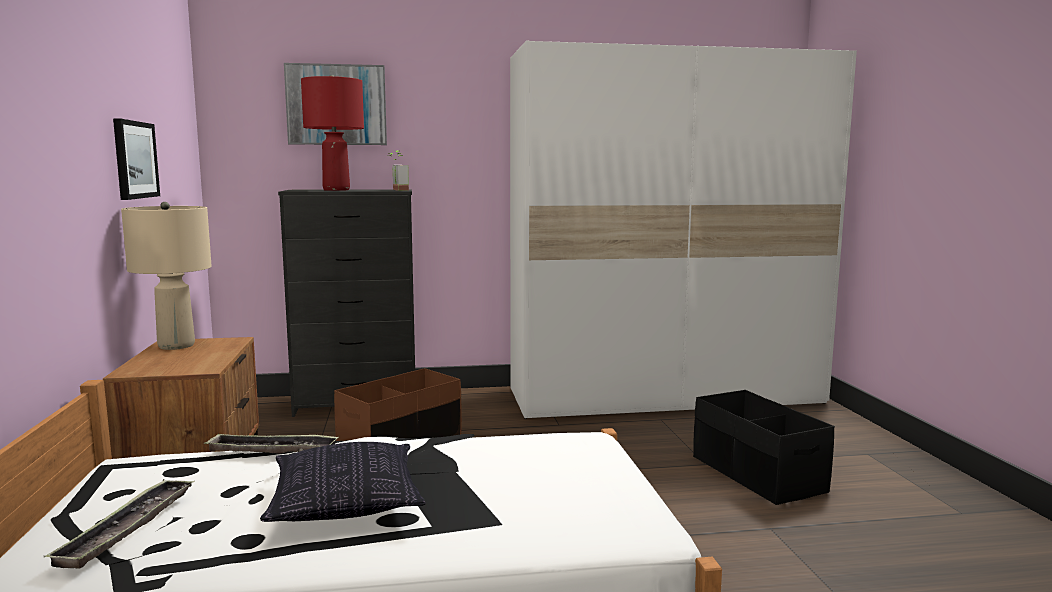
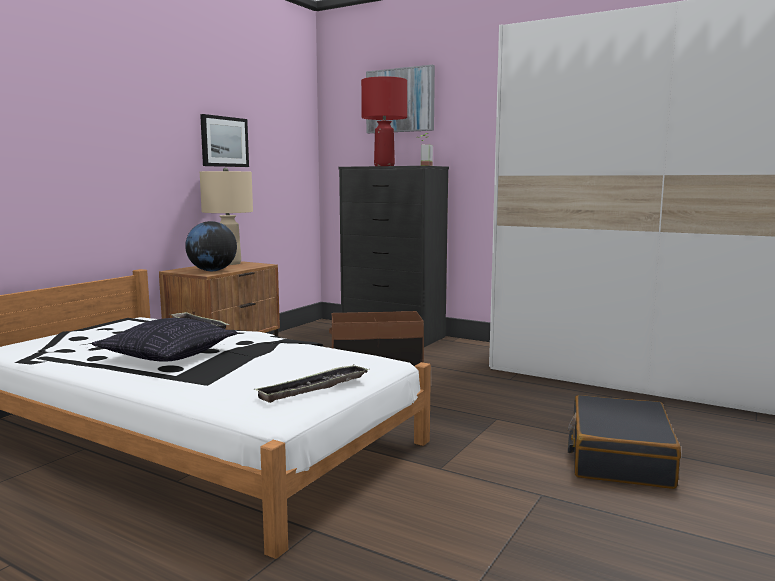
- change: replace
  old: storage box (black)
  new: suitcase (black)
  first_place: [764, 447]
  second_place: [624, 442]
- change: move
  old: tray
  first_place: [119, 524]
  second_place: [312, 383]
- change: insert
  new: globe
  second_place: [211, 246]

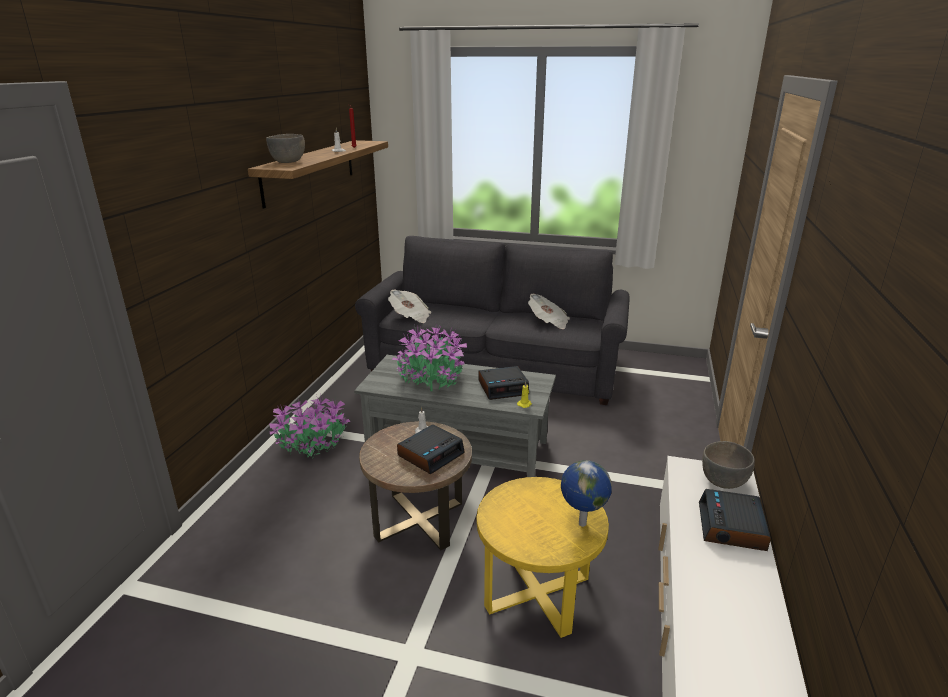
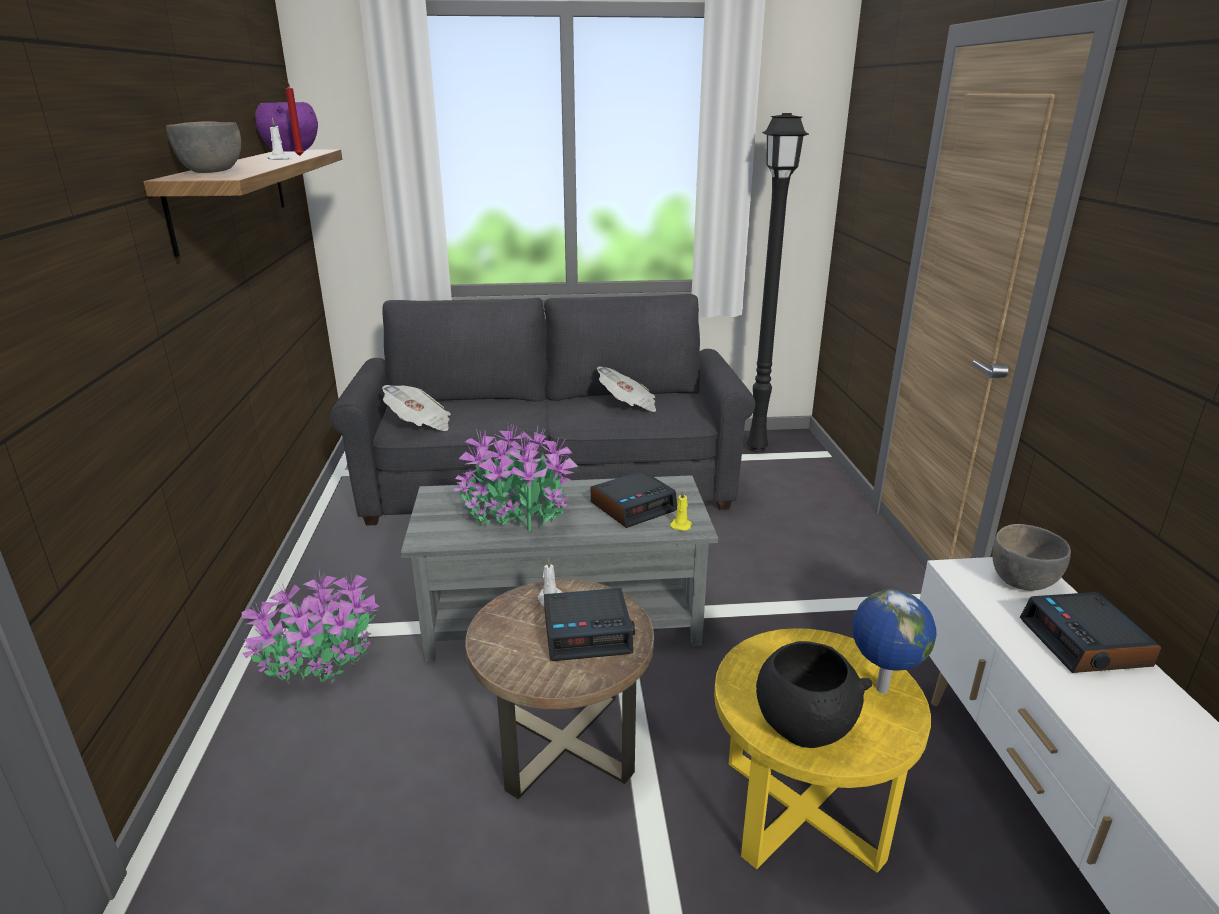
- change: rotate
  old: alarm clock
  first_place: [431, 449]
  second_place: [589, 624]
  degrees: 60
- change: insert
  new: bowl (purple)
  second_place: [286, 127]
- change: insert
  new: floor lamp (black)
  second_place: [778, 282]
- change: insert
  new: bowl (black)
  second_place: [814, 694]

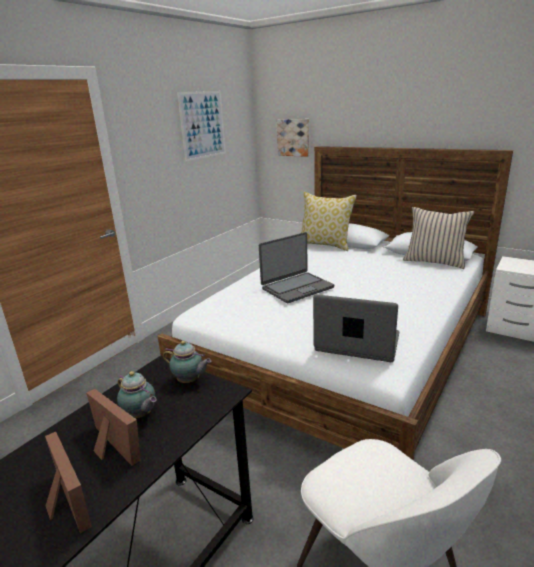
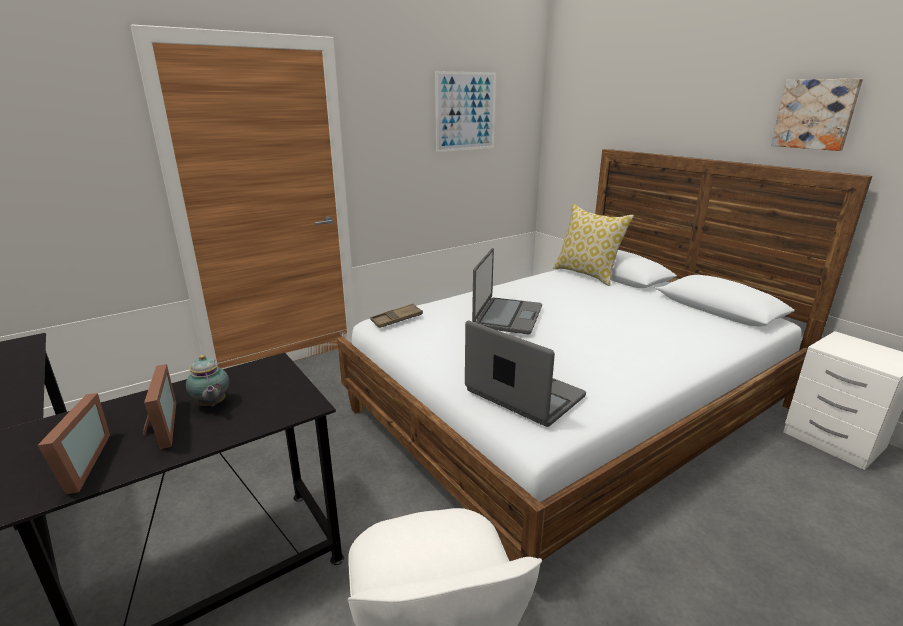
- change: move
  old: picture
  first_place: [293, 138]
  second_place: [817, 115]
- change: delete
  old: pillow (beige)
  first_place: [438, 238]
- change: rotate
  old: laptop
  first_place: [296, 267]
  second_place: [507, 291]
  degrees: -60
- change: delete
  old: teapot
  first_place: [187, 362]
- change: insert
  new: tray (brown)
  second_place: [396, 316]

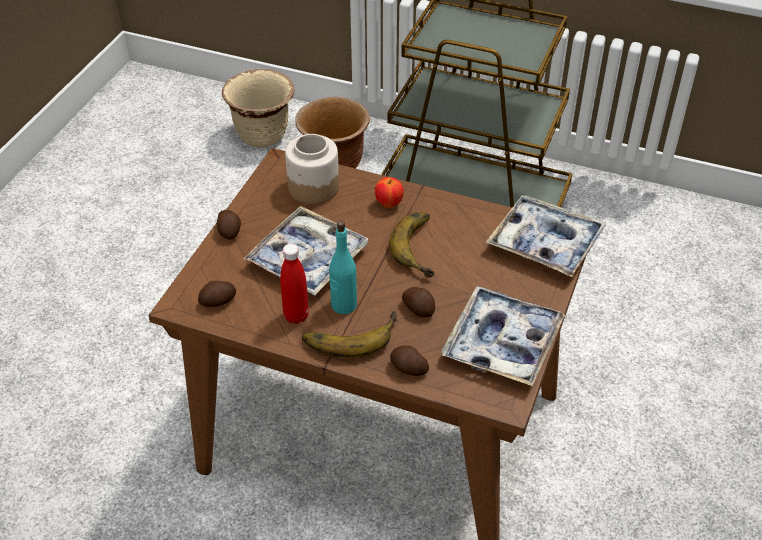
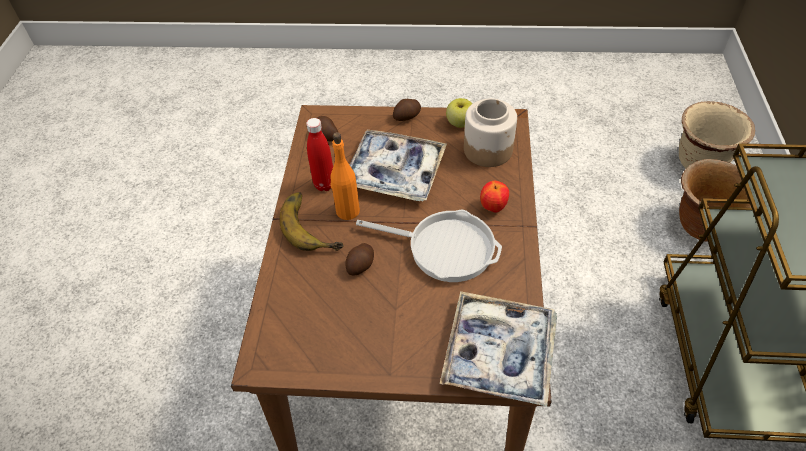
- change: replace
  old: banana
  new: frying pan
  first_place: [411, 244]
  second_place: [429, 246]
- change: recolor
  old: bottle (turquoise)
  new: bottle (orange)
  first_place: [343, 267]
  second_place: [345, 176]
- change: delete
  old: tray
  first_place: [503, 336]
- change: delete
  old: potato
  first_place: [409, 360]
- change: insert
  new: apple
  second_place: [459, 113]

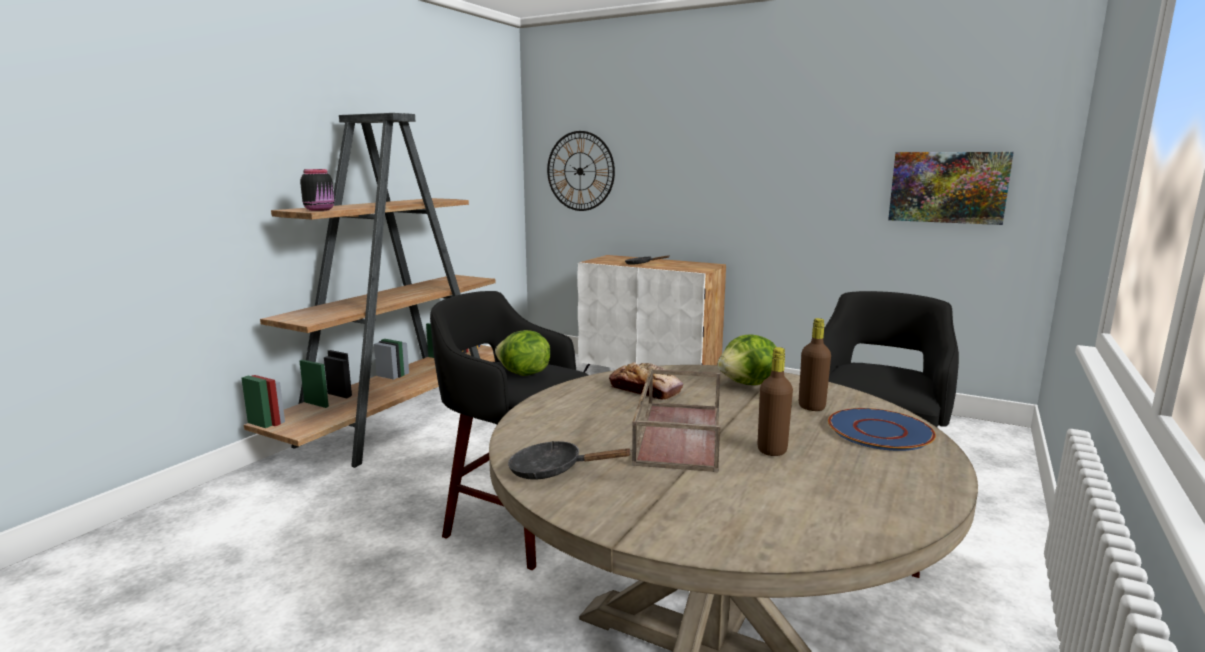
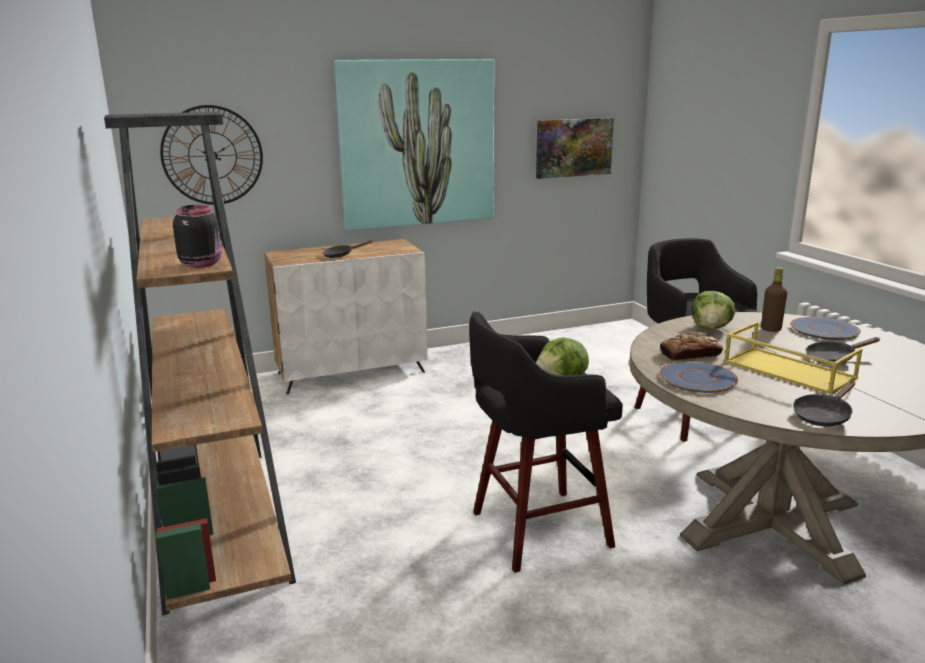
- change: replace
  old: bottle (brown)
  new: frying pan (black)
  first_place: [775, 401]
  second_place: [842, 350]
- change: recolor
  old: tray (brown)
  new: tray (yellow)
  first_place: [676, 420]
  second_place: [793, 358]
- change: insert
  new: picture
  second_place: [414, 145]
- change: insert
  new: plate (blue)
  second_place: [698, 377]

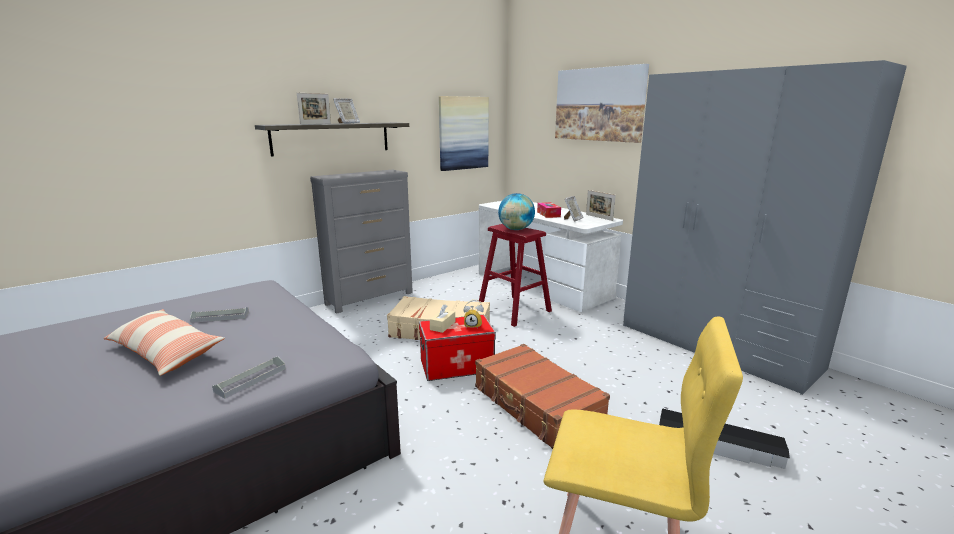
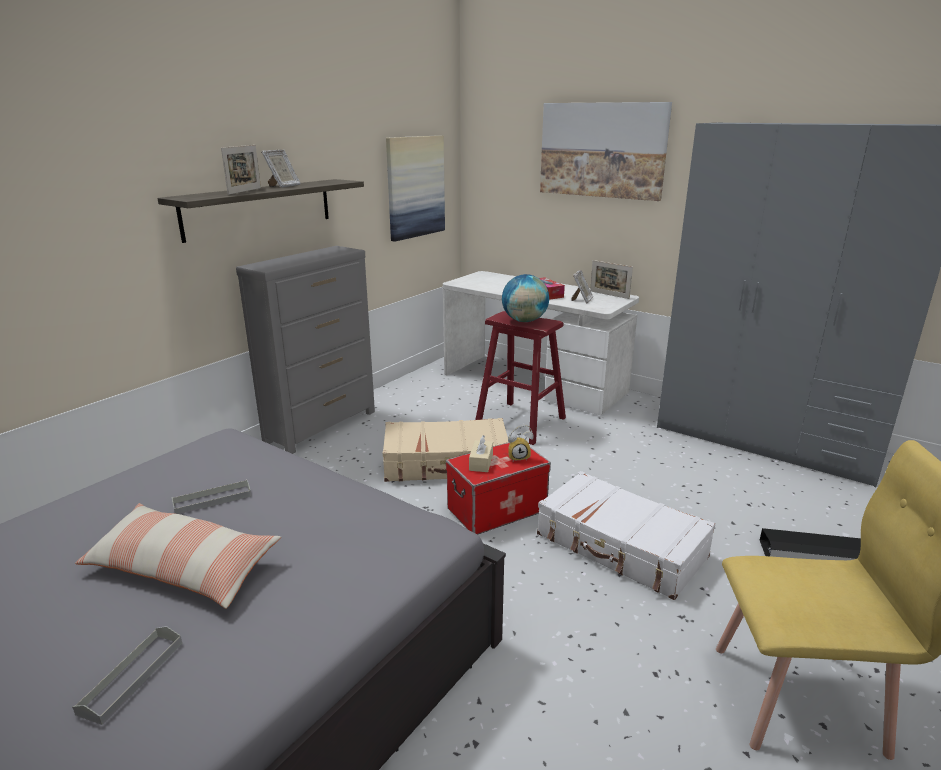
- change: recolor
  old: suitcase (brown)
  new: suitcase (white)
  first_place: [542, 396]
  second_place: [626, 535]
- change: move
  old: tray (grey)
  first_place: [249, 378]
  second_place: [127, 675]

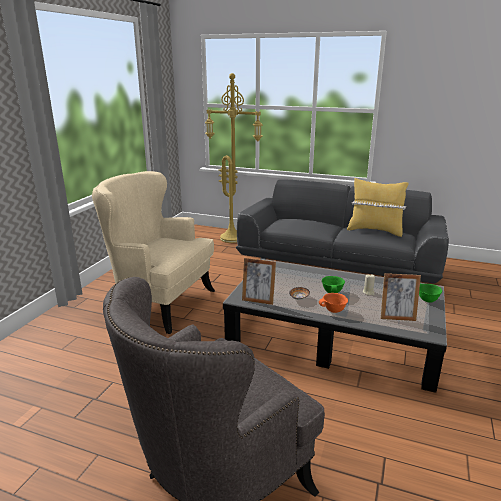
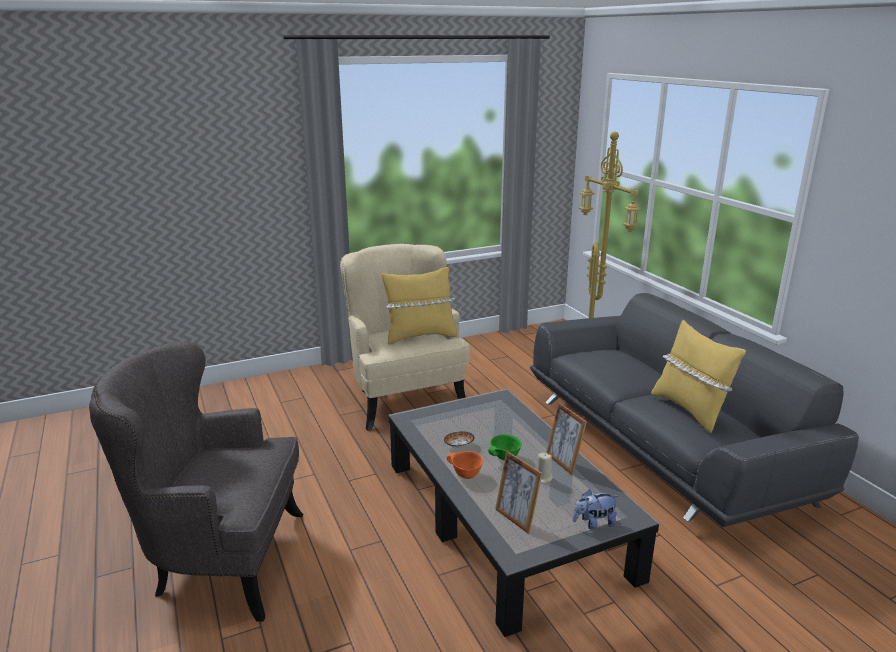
- change: move
  old: picture frame
  first_place: [259, 281]
  second_place: [566, 438]
- change: replace
  old: bowl (green)
  new: plush toy
  first_place: [430, 293]
  second_place: [595, 509]
- change: insert
  new: pillow (yellow)
  second_place: [419, 306]

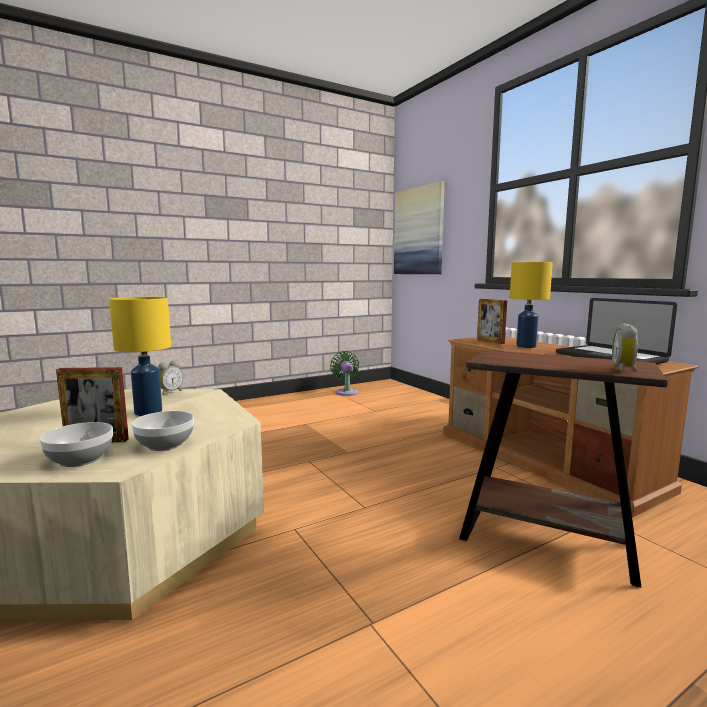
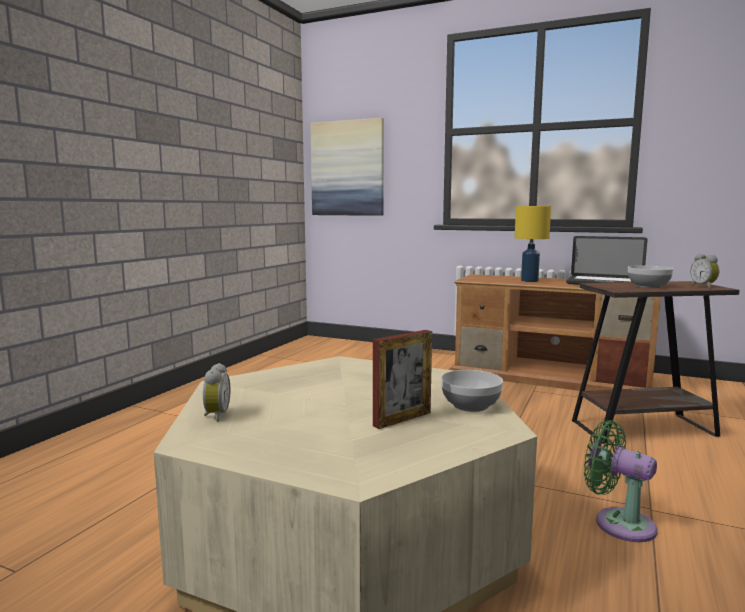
- change: delete
  old: table lamp (yellow)
  first_place: [140, 356]
- change: delete
  old: picture frame
  first_place: [492, 321]
- change: move
  old: fan (green)
  first_place: [344, 373]
  second_place: [620, 481]
- change: move
  old: alarm clock
  first_place: [170, 377]
  second_place: [216, 392]
- change: move
  old: bowl
  first_place: [76, 444]
  second_place: [650, 277]

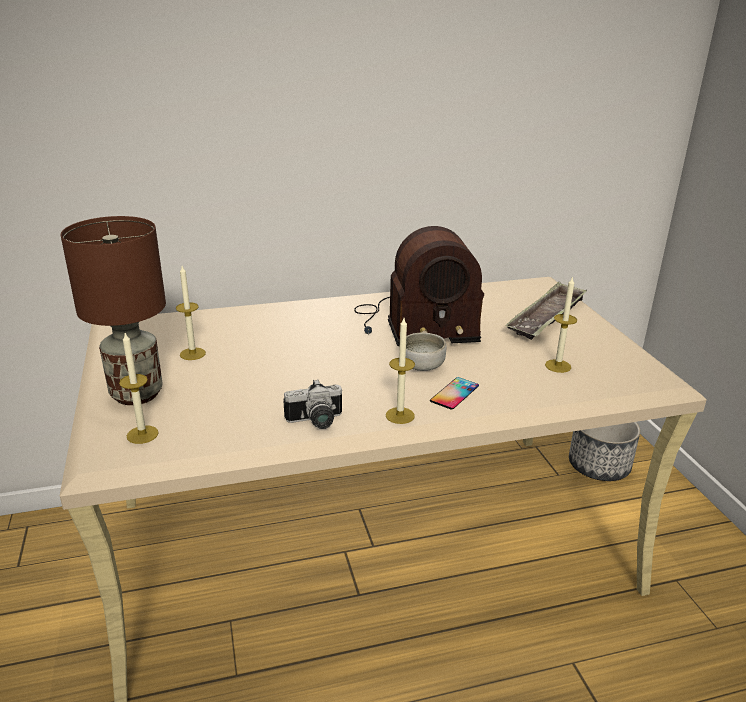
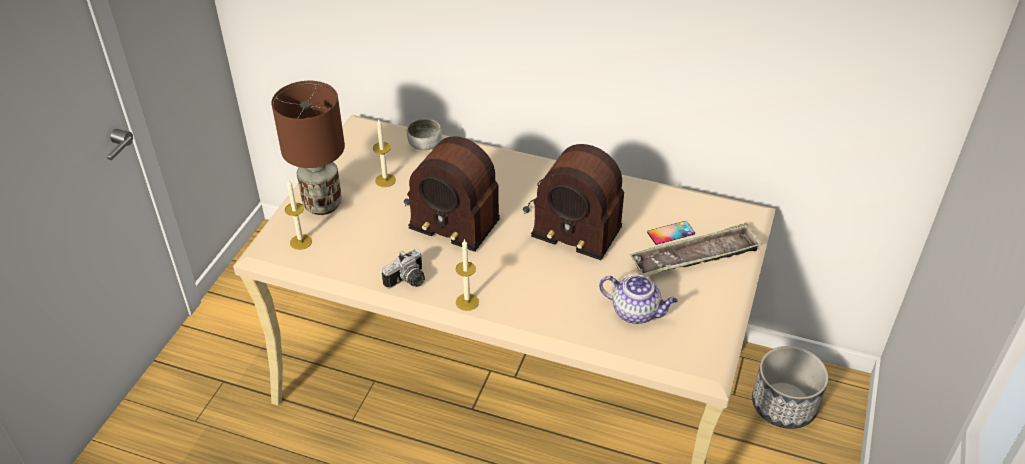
- change: replace
  old: candle
  new: teapot
  first_place: [561, 324]
  second_place: [638, 299]
- change: move
  old: bowl
  first_place: [426, 352]
  second_place: [424, 134]
- change: move
  old: phone
  first_place: [454, 393]
  second_place: [671, 233]
- change: rotate
  old: photo camera
  first_place: [312, 404]
  second_place: [403, 269]
  degrees: -60
- change: insert
  new: radio
  second_place: [452, 194]

